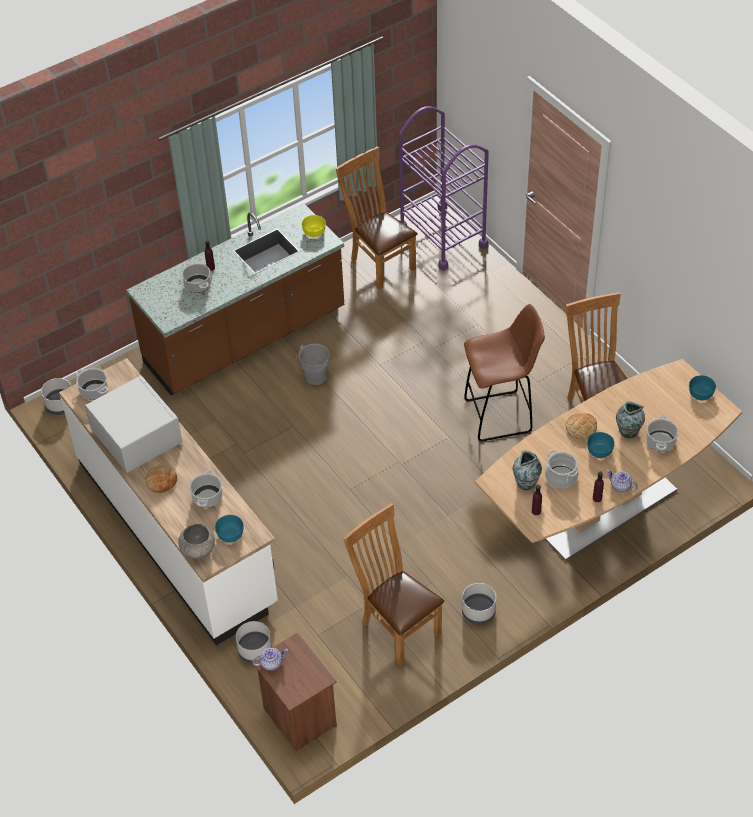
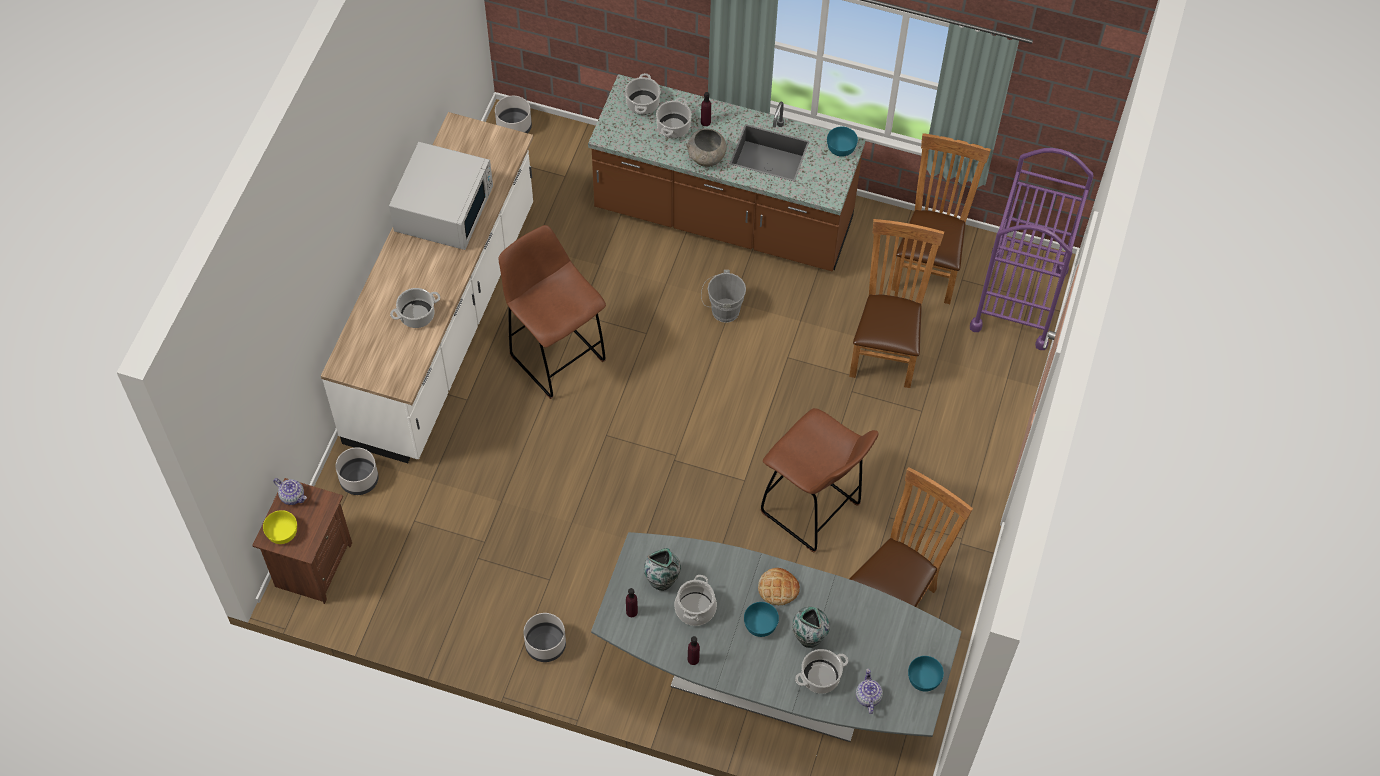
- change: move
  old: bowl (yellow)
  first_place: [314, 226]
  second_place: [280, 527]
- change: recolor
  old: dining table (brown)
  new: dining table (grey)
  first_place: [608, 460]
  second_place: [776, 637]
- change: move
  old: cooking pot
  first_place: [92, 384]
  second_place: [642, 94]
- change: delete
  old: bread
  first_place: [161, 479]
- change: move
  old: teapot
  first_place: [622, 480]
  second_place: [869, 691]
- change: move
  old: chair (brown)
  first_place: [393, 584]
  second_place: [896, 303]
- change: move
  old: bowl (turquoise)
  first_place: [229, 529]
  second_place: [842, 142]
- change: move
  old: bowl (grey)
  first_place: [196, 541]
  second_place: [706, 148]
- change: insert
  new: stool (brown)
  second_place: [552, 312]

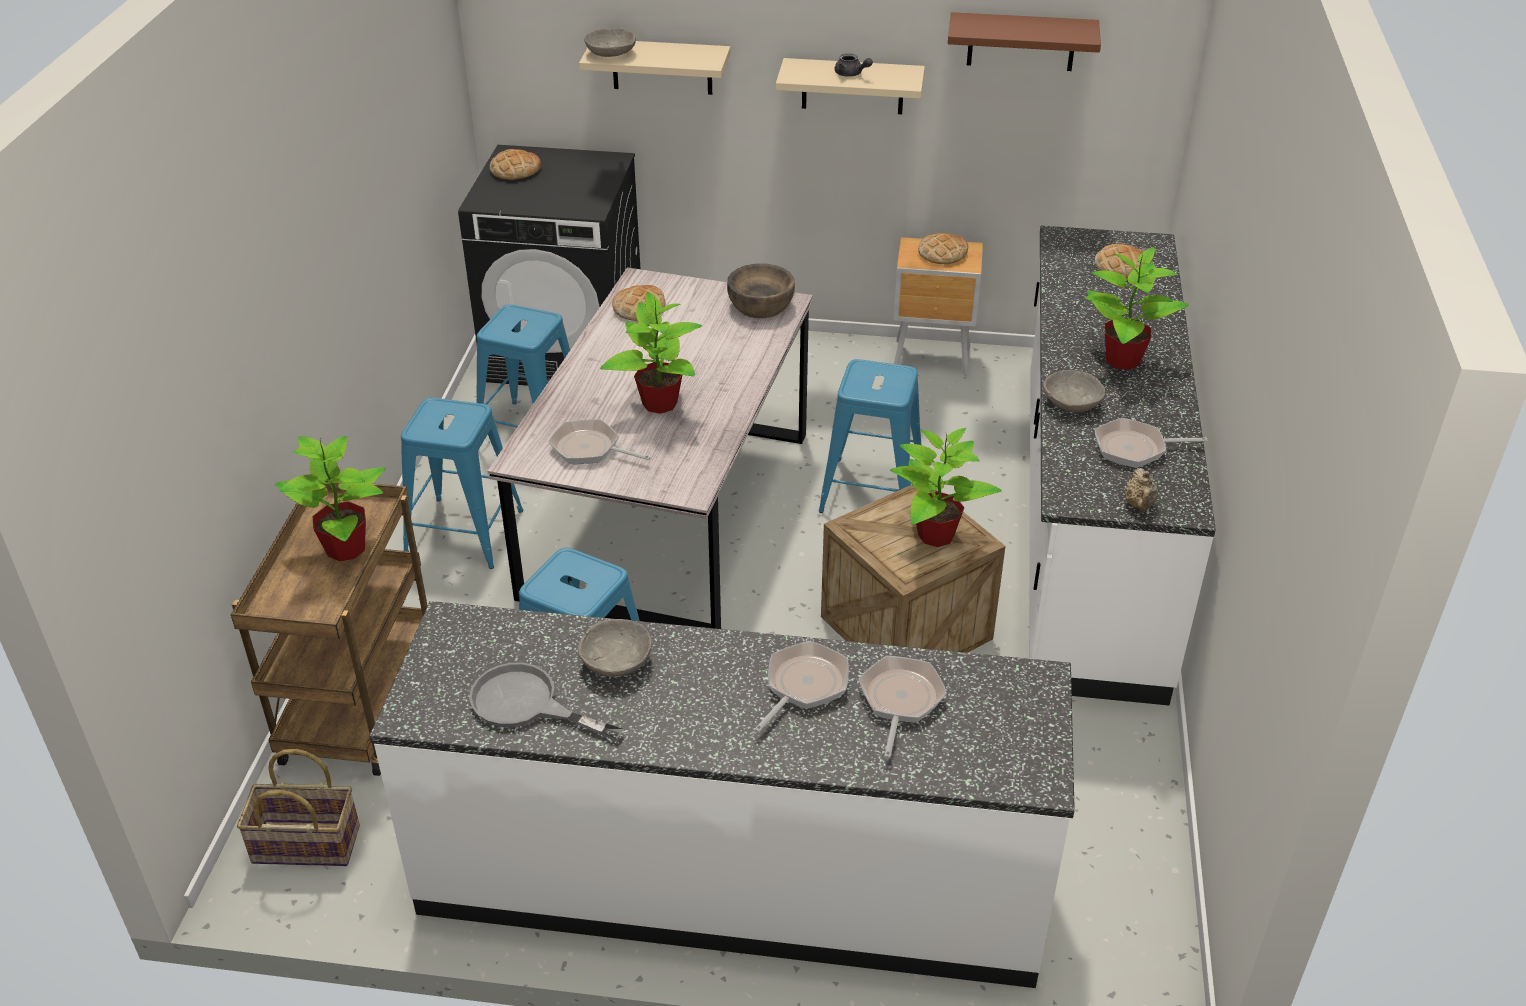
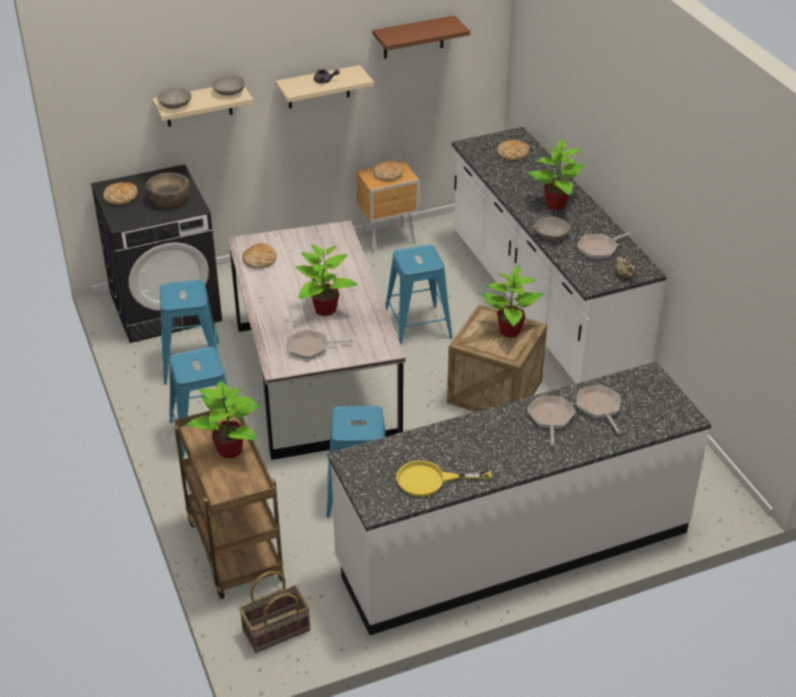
- change: move
  old: bowl (brown)
  first_place: [761, 291]
  second_place: [167, 190]
- change: move
  old: bowl (grey)
  first_place: [615, 648]
  second_place: [228, 85]
- change: recolor
  old: frying pan (grey)
  new: frying pan (yellow)
  first_place: [546, 702]
  second_place: [443, 478]

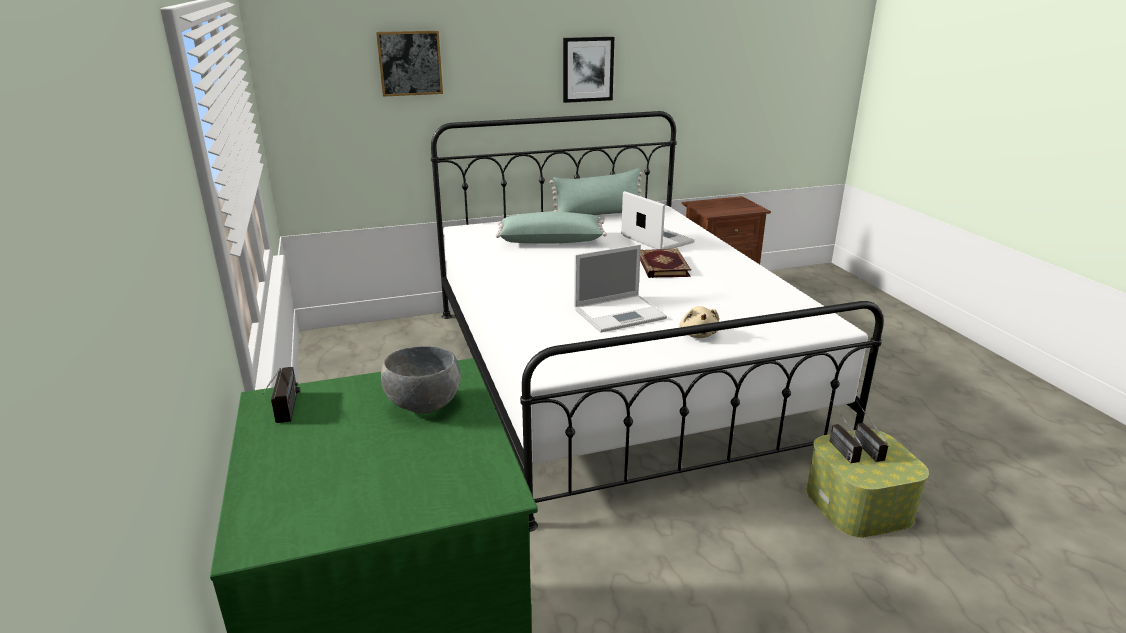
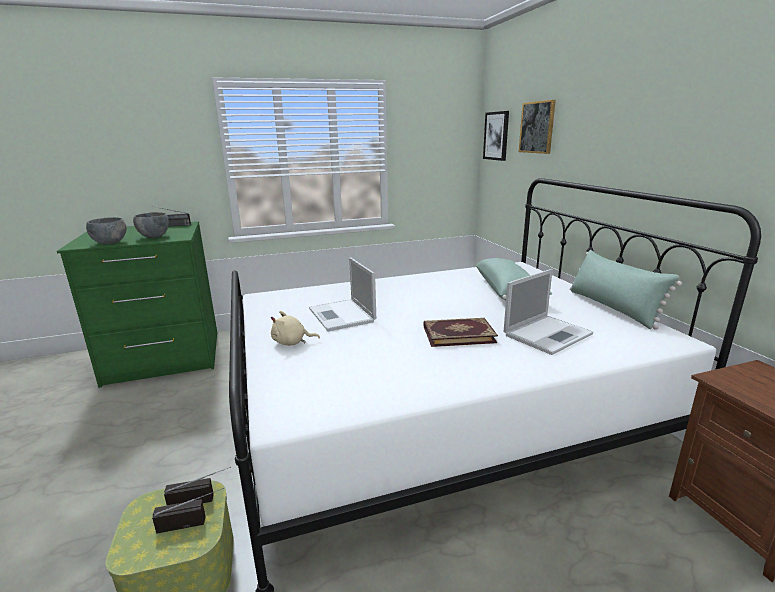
- change: move
  old: picture
  first_place: [588, 70]
  second_place: [496, 136]
- change: insert
  new: bowl (grey)
  second_place: [106, 231]

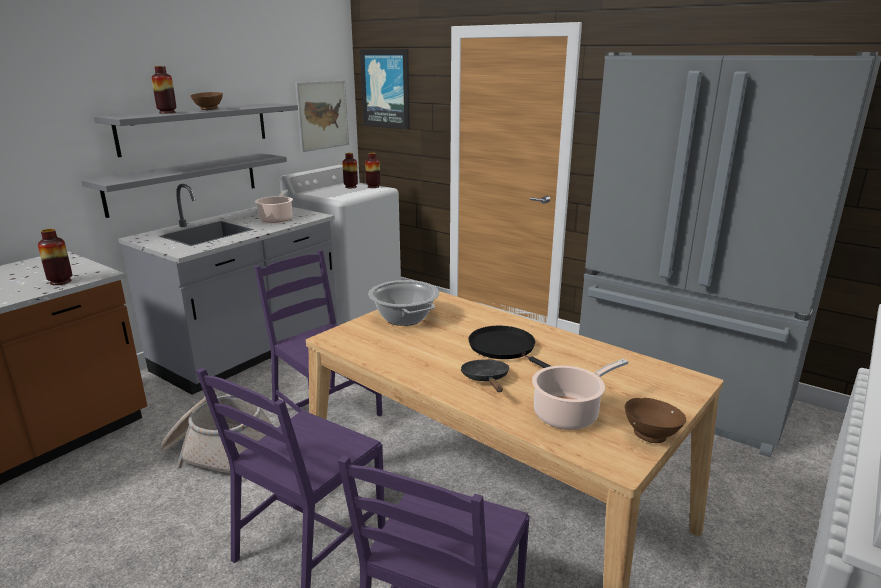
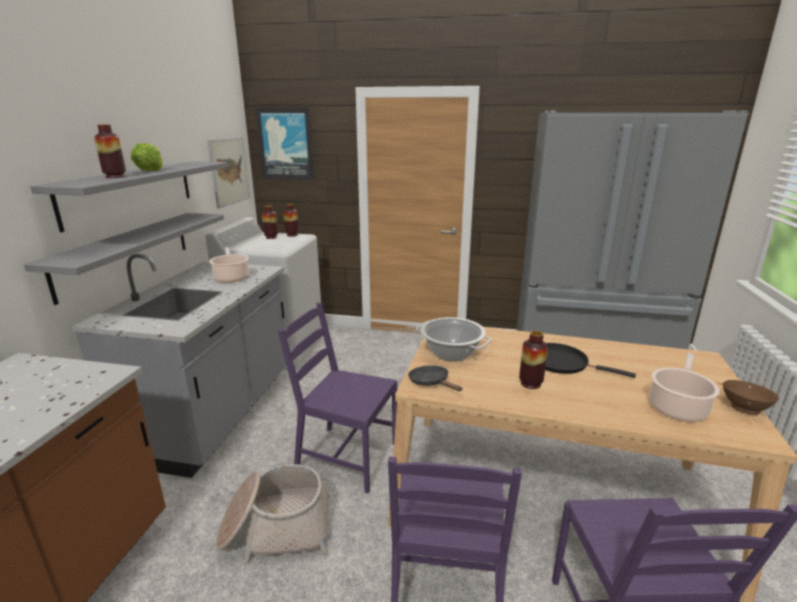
- change: replace
  old: bowl (brown)
  new: lettuce
  first_place: [206, 101]
  second_place: [147, 157]
- change: move
  old: vase
  first_place: [55, 257]
  second_place: [533, 360]
- change: move
  old: frying pan (black)
  first_place: [485, 375]
  second_place: [435, 378]

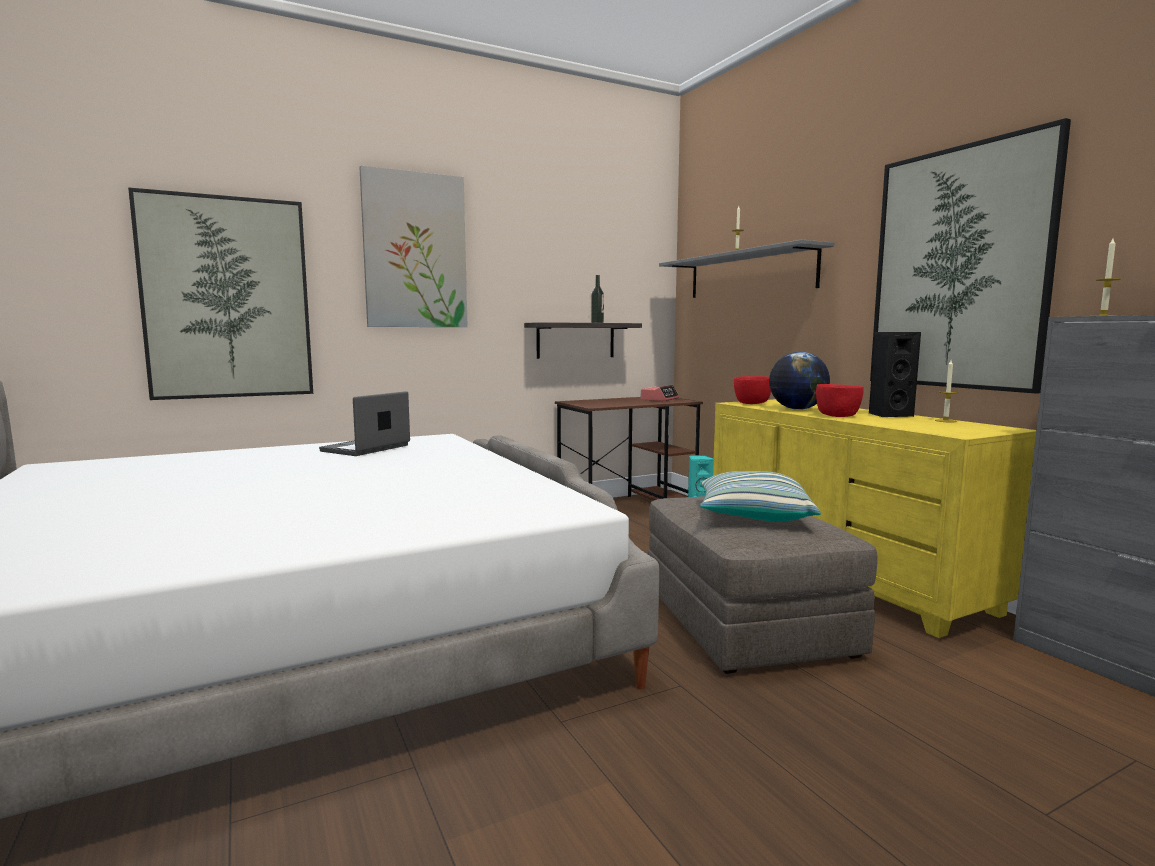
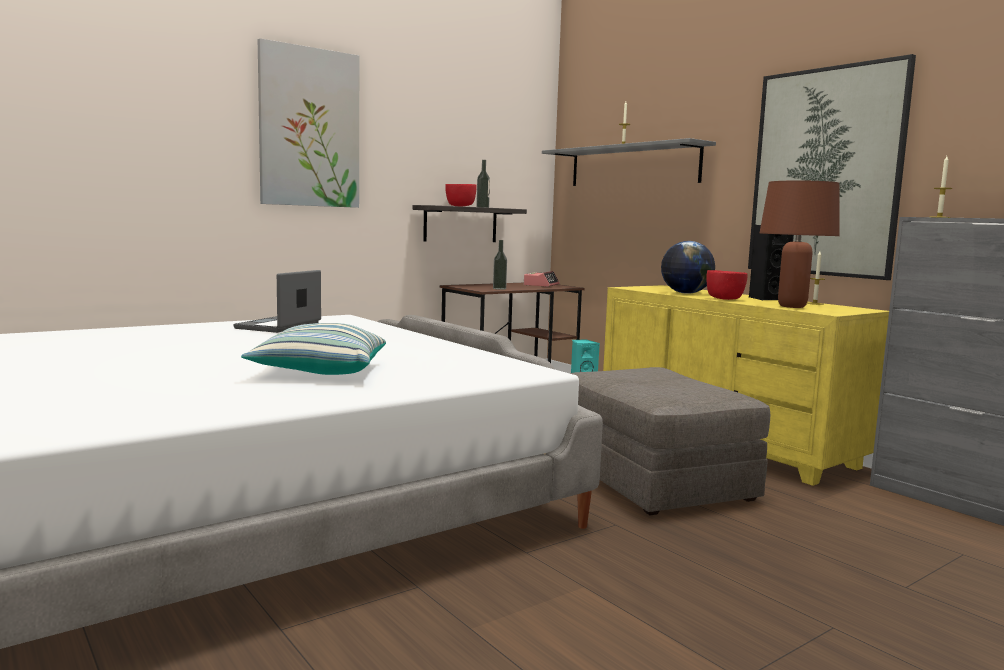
- change: delete
  old: picture
  first_place: [220, 293]
- change: move
  old: bowl (red)
  first_place: [752, 390]
  second_place: [460, 195]
- change: move
  old: pillow
  first_place: [760, 496]
  second_place: [313, 349]
- change: insert
  new: table lamp (brown)
  second_place: [800, 244]
- change: insert
  new: bottle
  second_place: [500, 265]

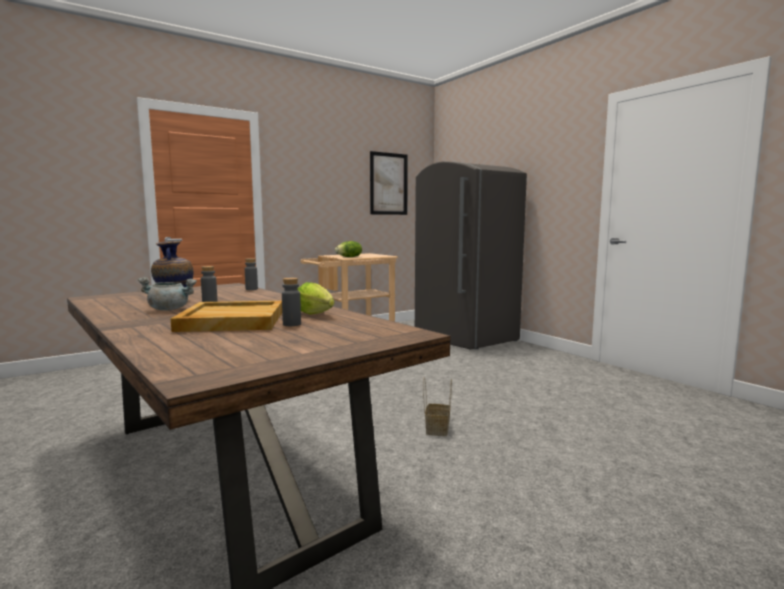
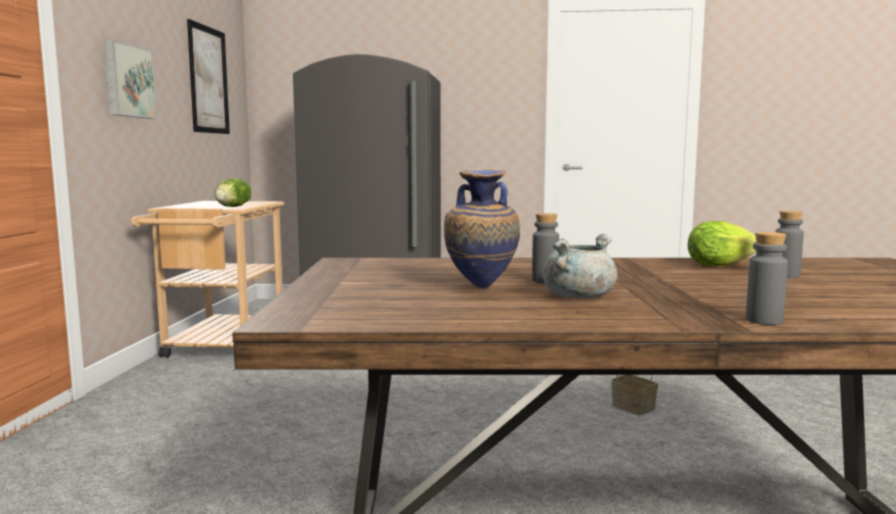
- change: move
  old: bottle (grey)
  first_place: [251, 274]
  second_place: [767, 278]
- change: delete
  old: tray (beige)
  first_place: [226, 316]
- change: insert
  new: picture
  second_place: [130, 79]

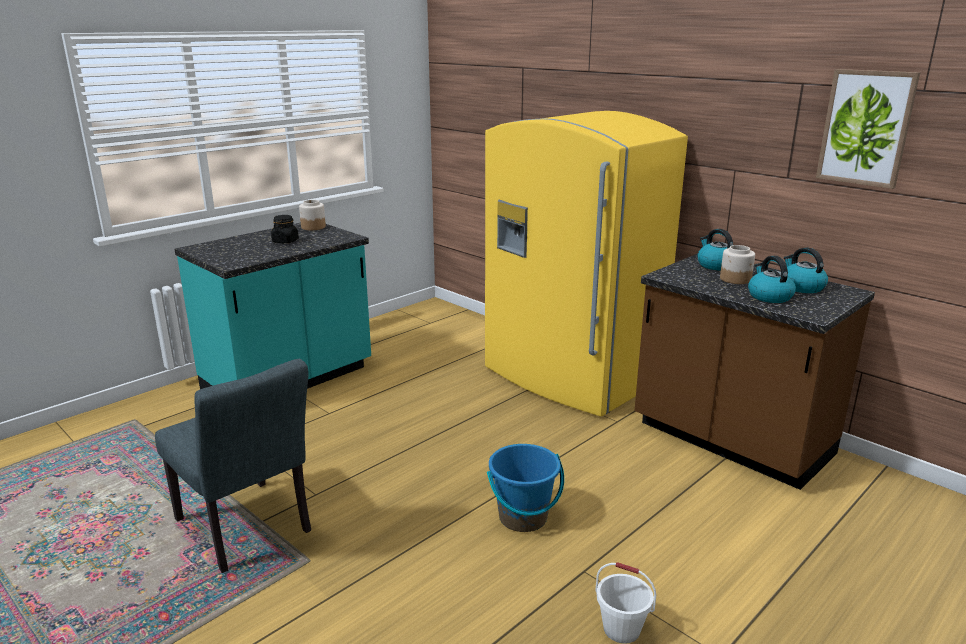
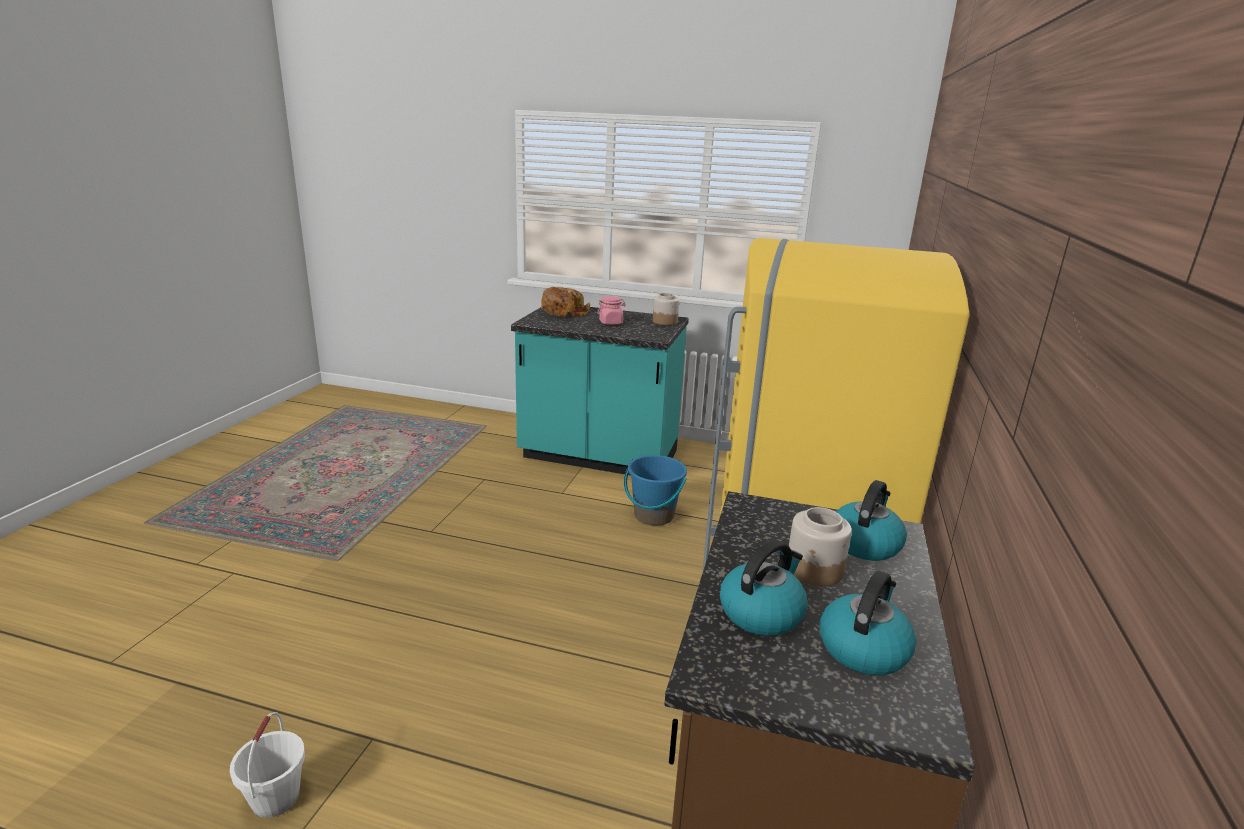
- change: delete
  old: picture
  first_place: [868, 129]
- change: recolor
  old: jar (black)
  new: jar (pink)
  first_place: [285, 229]
  second_place: [612, 310]
- change: delete
  old: chair (grey)
  first_place: [233, 466]
- change: move
  old: bucket (blue)
  first_place: [525, 488]
  second_place: [655, 490]
- change: insert
  new: bread
  second_place: [565, 302]

